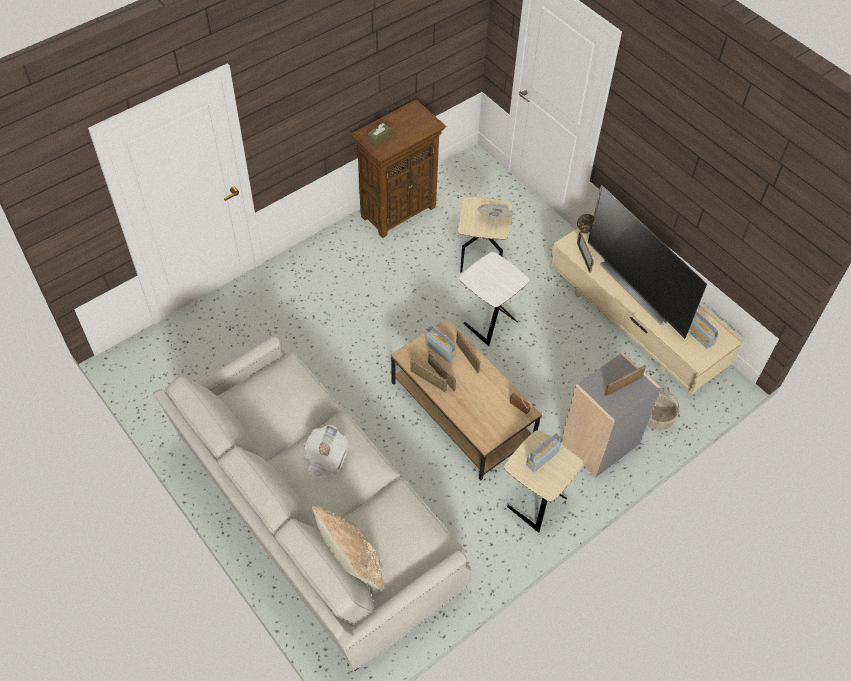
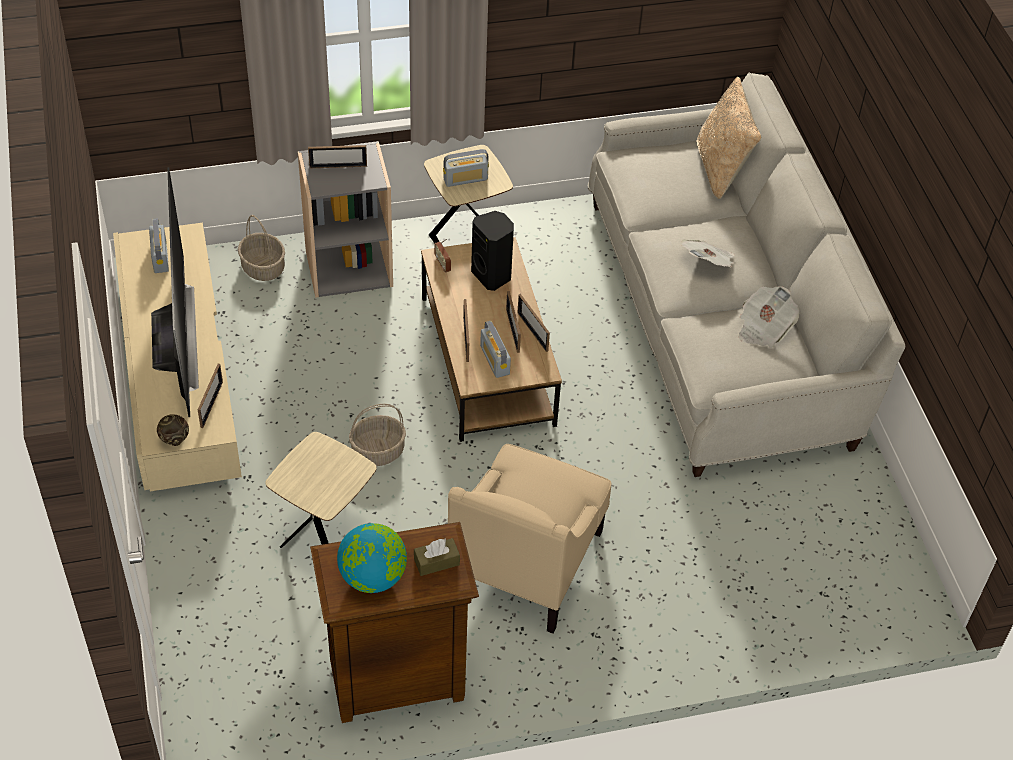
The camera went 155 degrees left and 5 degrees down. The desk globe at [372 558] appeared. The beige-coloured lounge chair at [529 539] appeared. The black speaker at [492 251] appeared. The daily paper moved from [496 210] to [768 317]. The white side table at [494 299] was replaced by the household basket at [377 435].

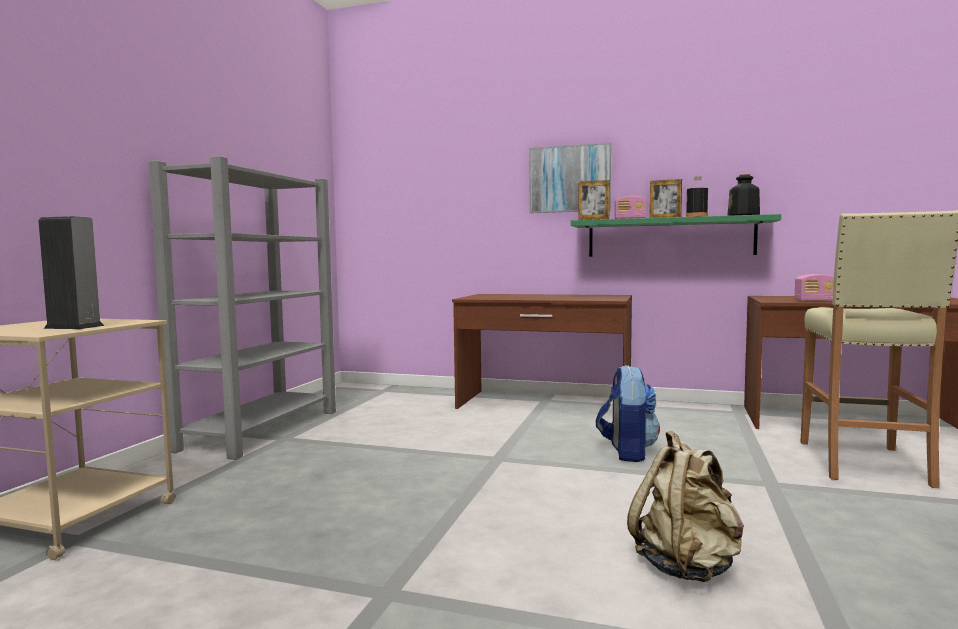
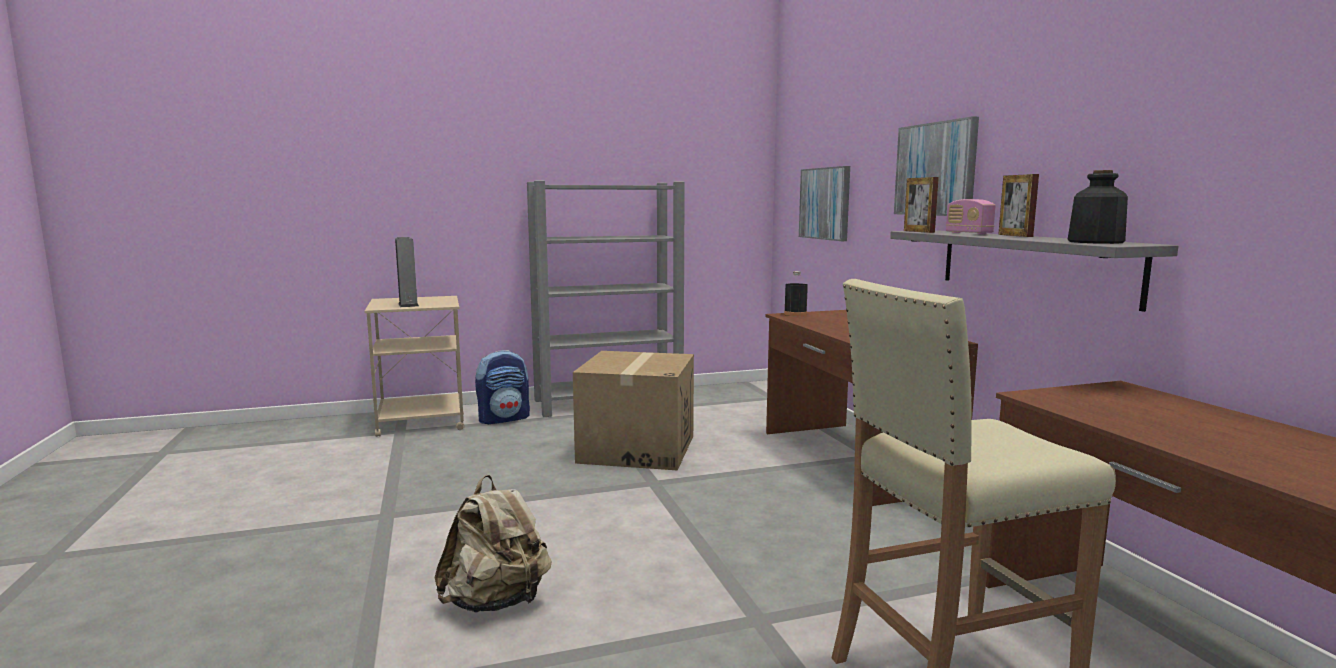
The camera went 55 degrees right and 5 degrees up. The radio receiver at [814 288] disappeared. The packing box at [633 410] appeared. The picture at [824 203] appeared. The backpack moved from [628 413] to [502 387]. The black bottle moved from [697 196] to [796 294]. The green bracket shelf at [676 235] became the gray bracket shelf at [1034 271].

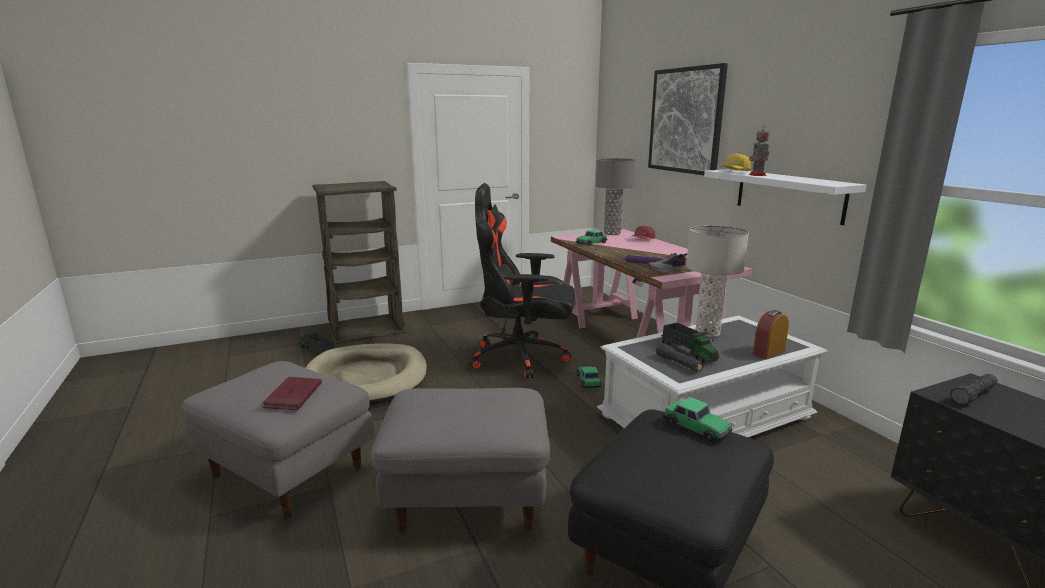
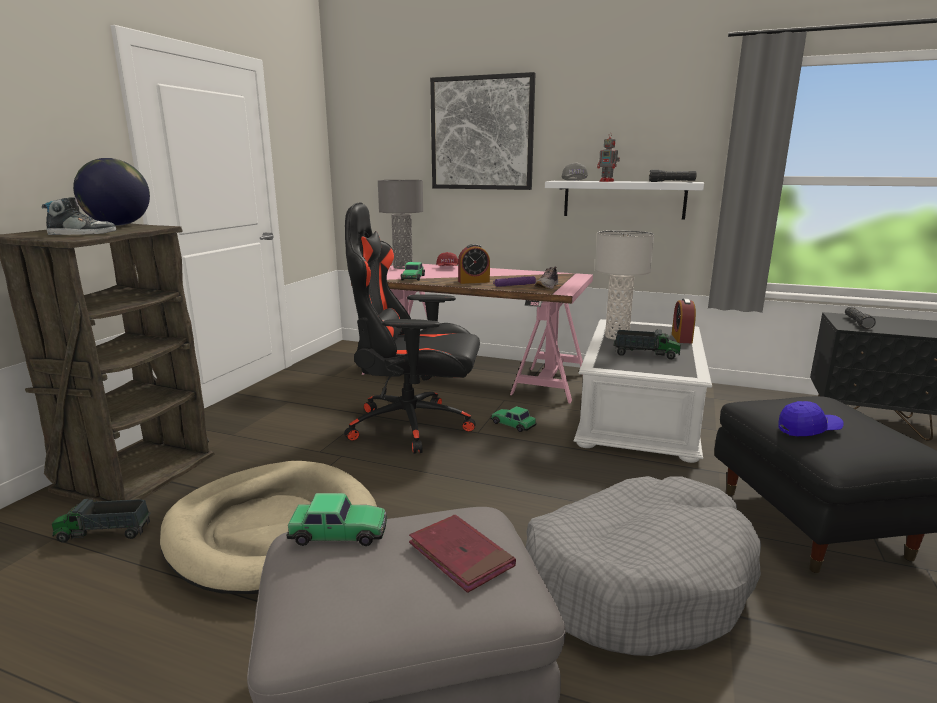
The camera went 45 degrees left and 0 degrees up. The shoe at [79 216] appeared. The desk globe at [111 192] appeared. The table clock at [474 264] appeared. The blue cap at [811 418] appeared. The black hand torch moved from [680 357] to [673 175]. The model car moved from [697 419] to [337 519]. The gray pouffe at [460 460] was replaced by the gray pet bed at [643 566]. The yellow-coloured cap at [735 162] became the gray cap at [575 171]. The black desk chair at [522 280] turned 45 degrees clockwise.

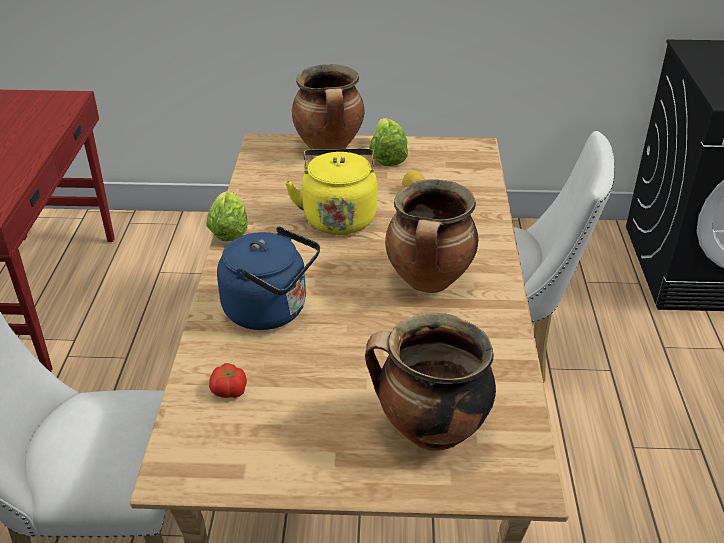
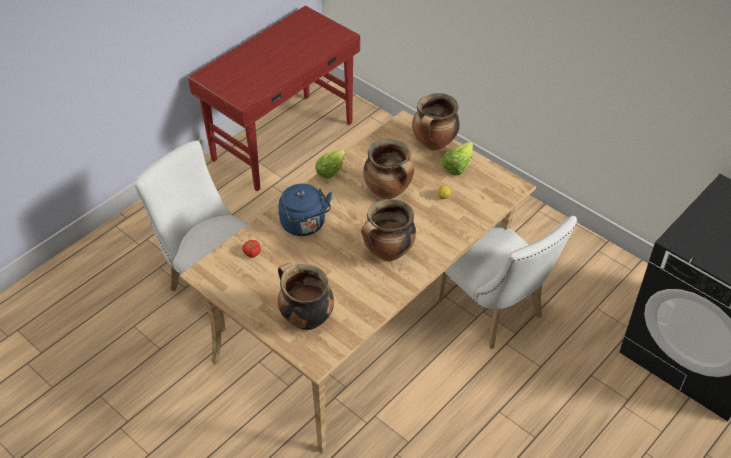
The camera went 40 degrees right and 10 degrees up. The yellow-coloured tea kettle at [331 192] was replaced by the cooking pot at [388 169].

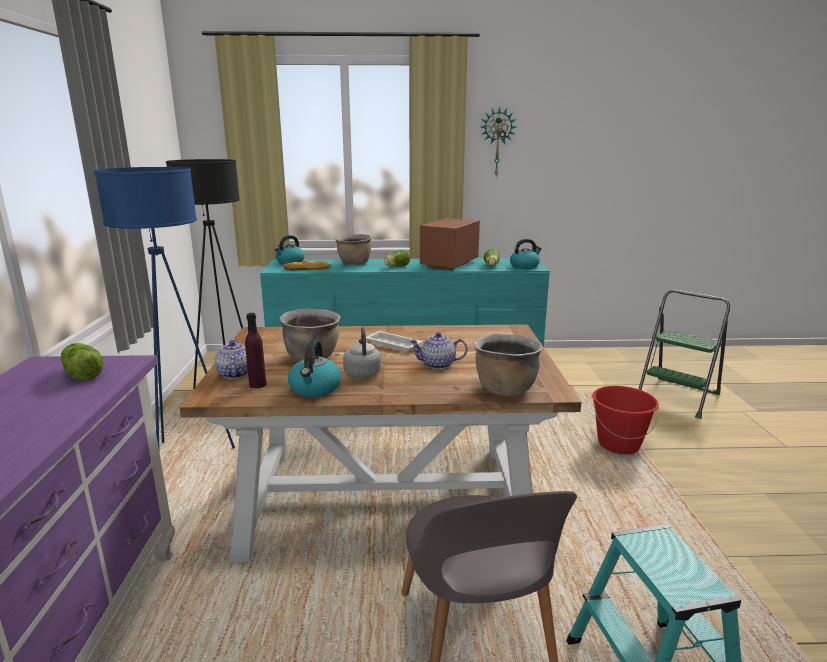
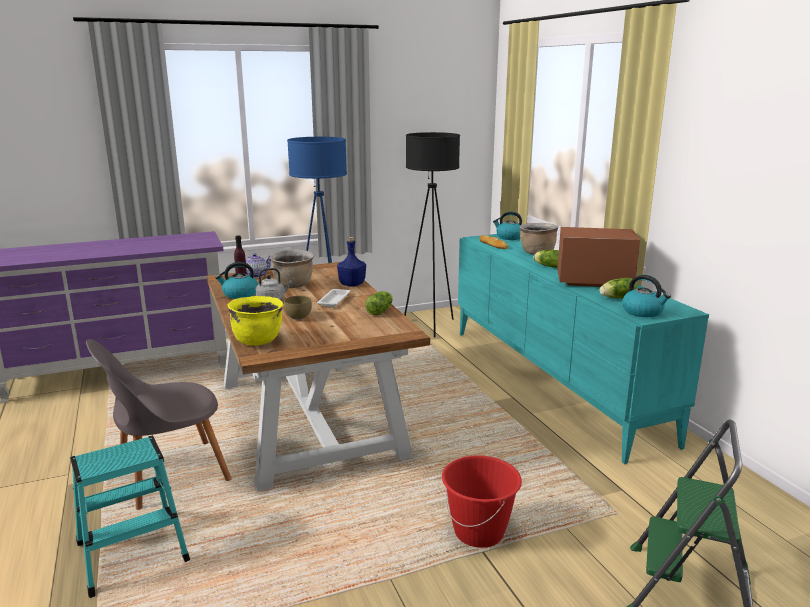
The camera went 70 degrees right and 0 degrees up. The hanging clock at [498 142] disappeared. The blue bottle at [351 262] appeared. The head of lettuce moved from [82 362] to [379 303]. The pot for tea at [438 350] was replaced by the brown-coloured serving bowl at [298 308]. The brown-coloured cooking pot at [508 365] became the yellow-coloured cooking pot at [255 321].

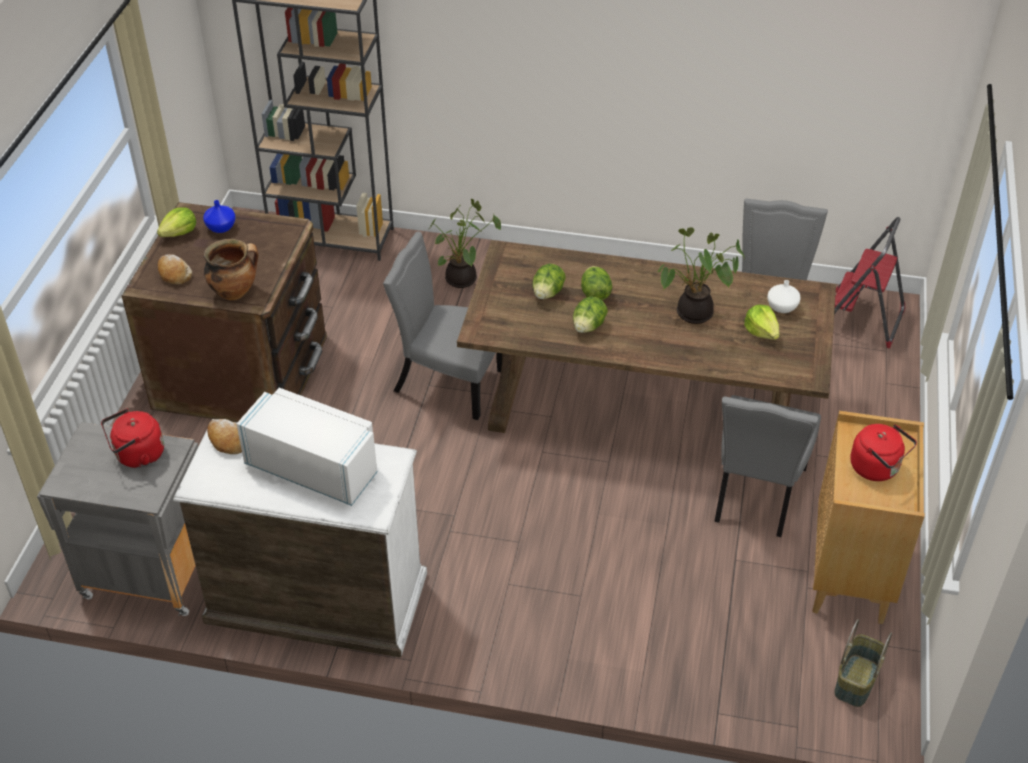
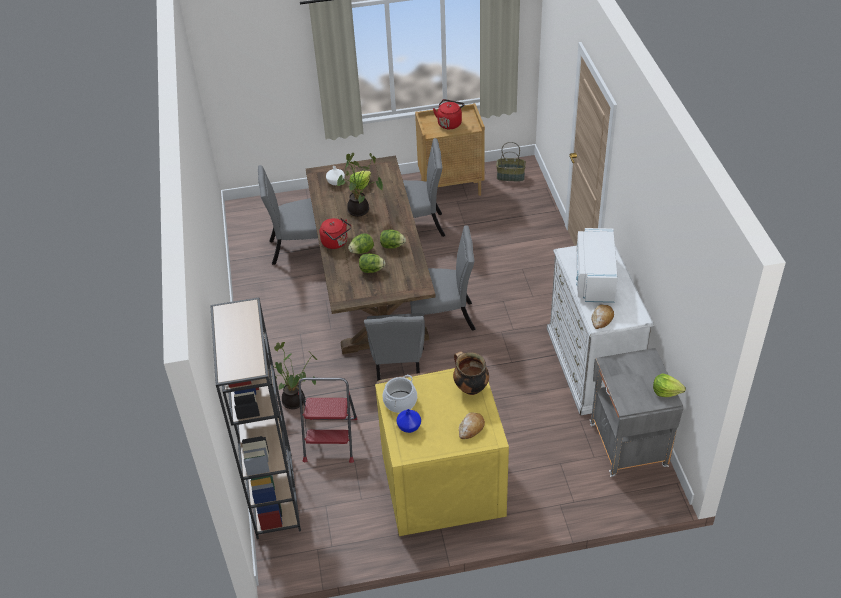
The camera went 110 degrees left and 0 degrees up. The cooking pot at [400 394] appeared. The gray plain chair at [443 278] appeared. The red tea kettle moved from [132 438] to [335 233]. The head of lettuce moved from [176 222] to [669 385]. The red step ladder moved from [870 282] to [327 420]. The brown-coloured drawer chest at [224 312] became the yellow-coloured drawer chest at [442 451].

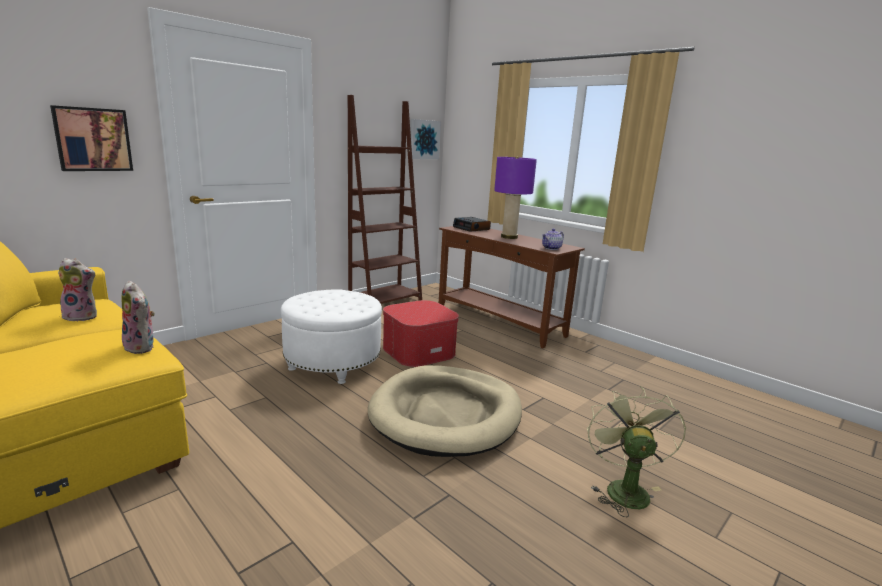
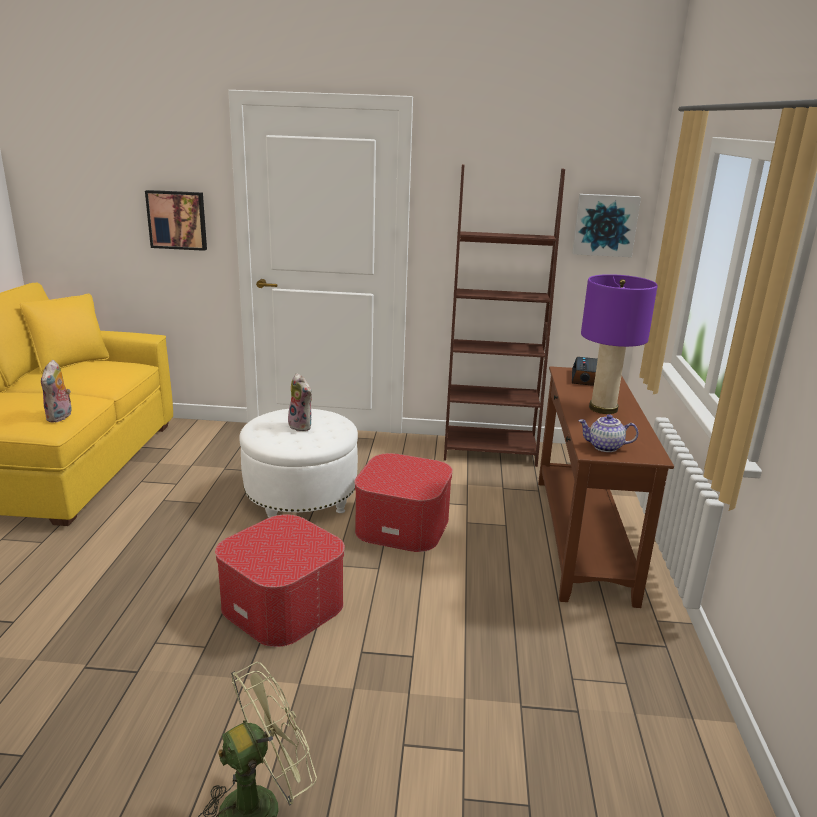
The camera went 50 degrees right and 5 degrees up. The soft toy moved from [77 289] to [300 402]. The beige-coloured pet bed at [445 411] was replaced by the pouffe at [280 580].

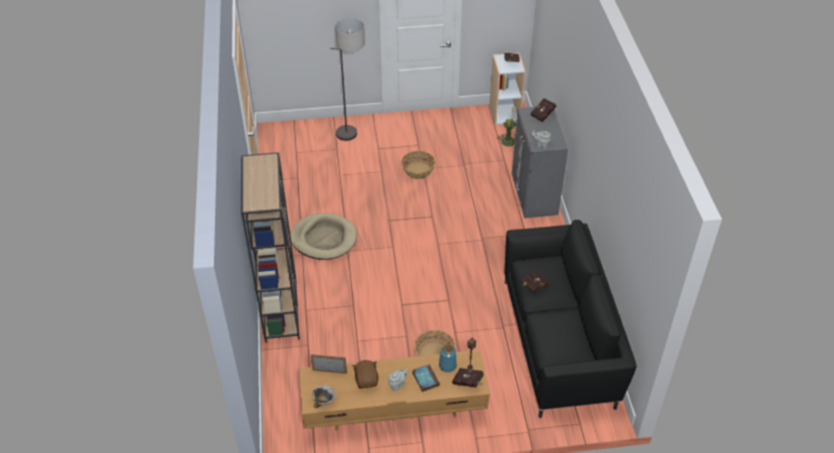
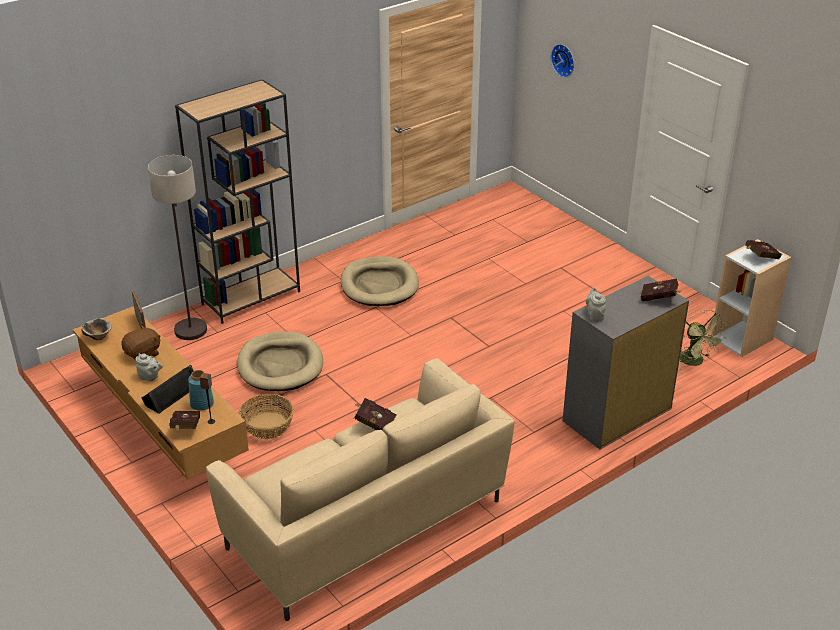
The camera went 60 degrees right and 10 degrees down. The household basket at [418 165] disappeared. The beige-coloured pet bed at [280 361] appeared. The hanging clock at [562 61] appeared. The gray floor lamp moved from [347 79] to [177 247]. The book at [426 378] was replaced by the black speaker at [167 389]. The black couch at [570 319] became the beige-coloured couch at [360 489].

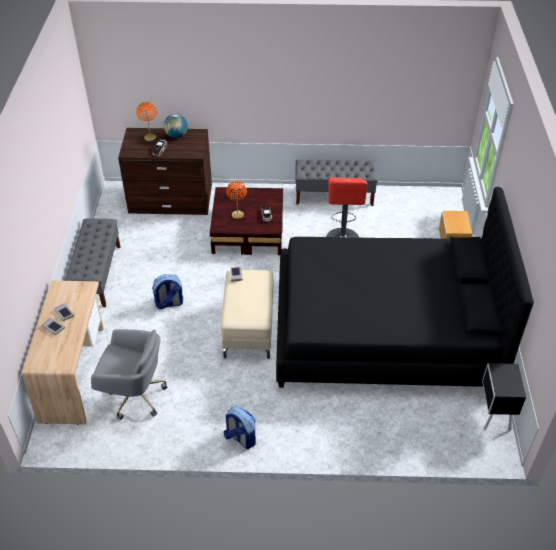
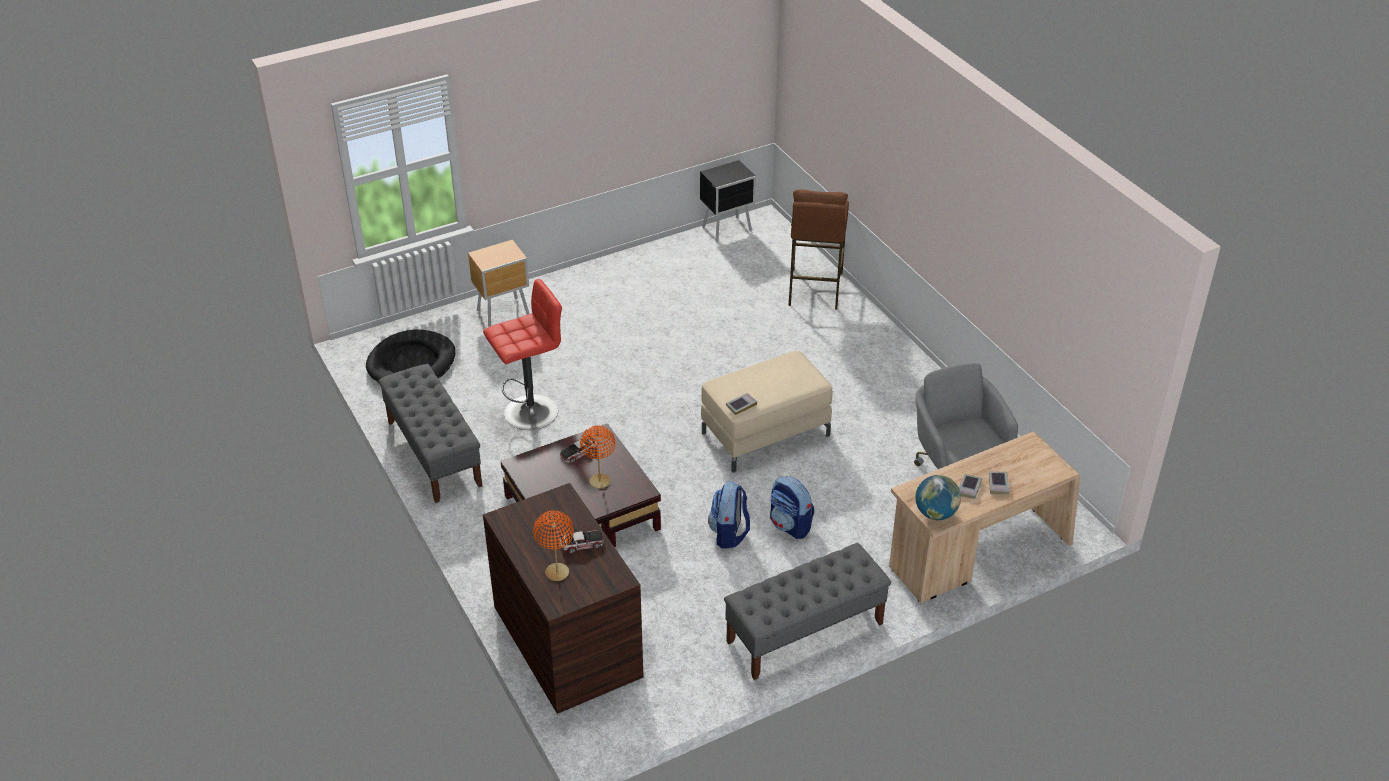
The camera went 120 degrees left and 5 degrees down. The black sleeping bed at [405 287] disappeared. The black pet bed at [410 356] appeared. The brown-coloured stool at [819 249] appeared. The desk globe moved from [176 126] to [938 497]. The backpack moved from [239 427] to [729 514].

